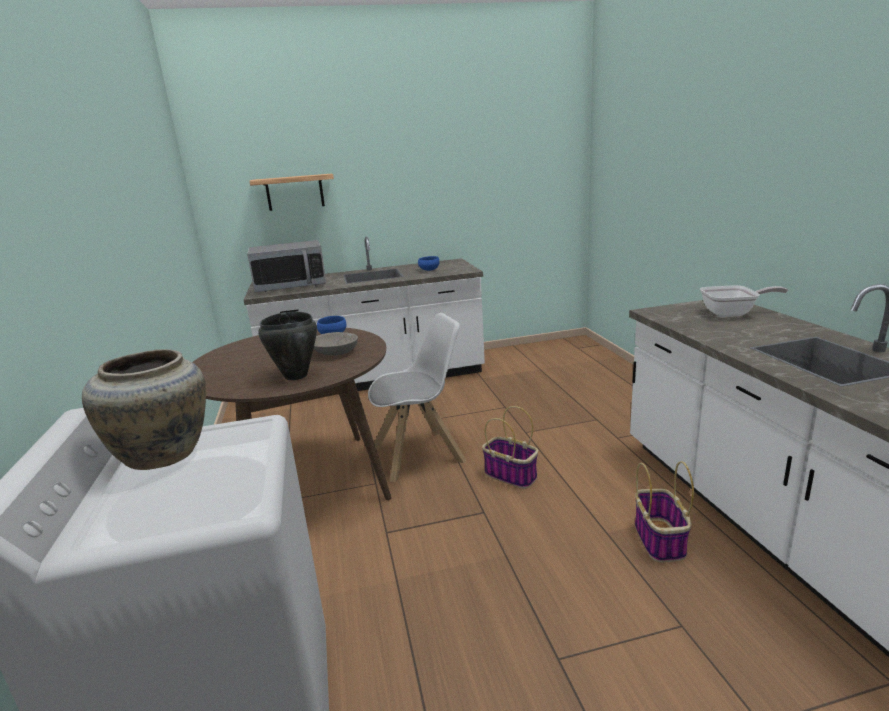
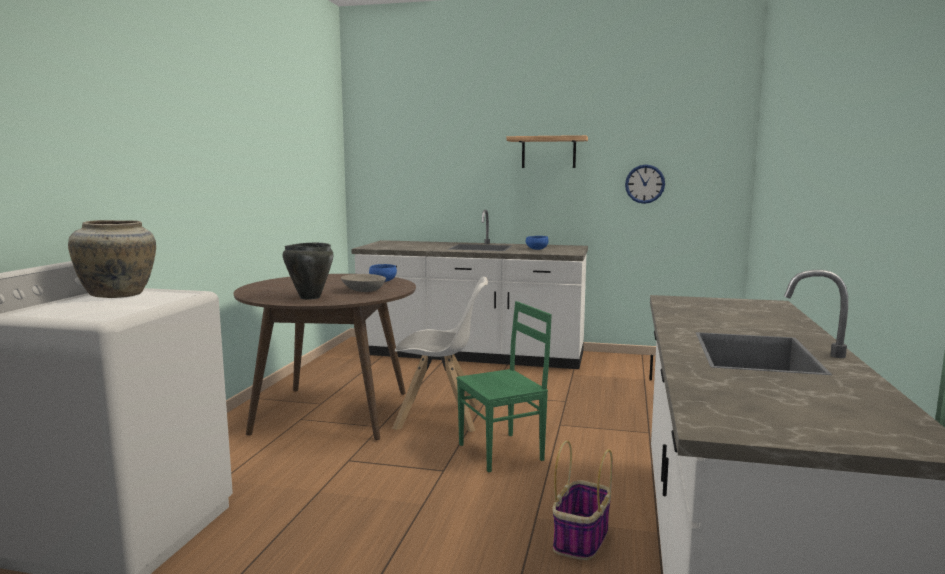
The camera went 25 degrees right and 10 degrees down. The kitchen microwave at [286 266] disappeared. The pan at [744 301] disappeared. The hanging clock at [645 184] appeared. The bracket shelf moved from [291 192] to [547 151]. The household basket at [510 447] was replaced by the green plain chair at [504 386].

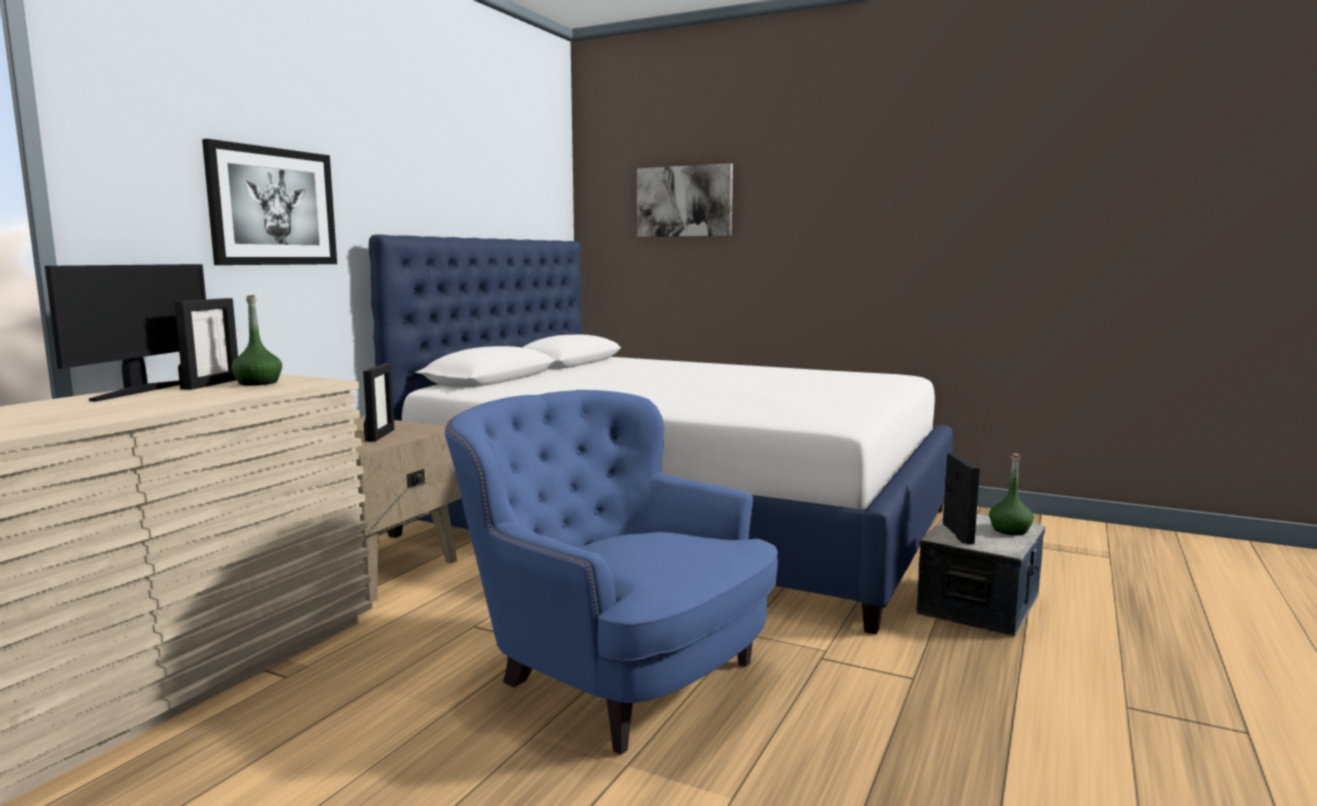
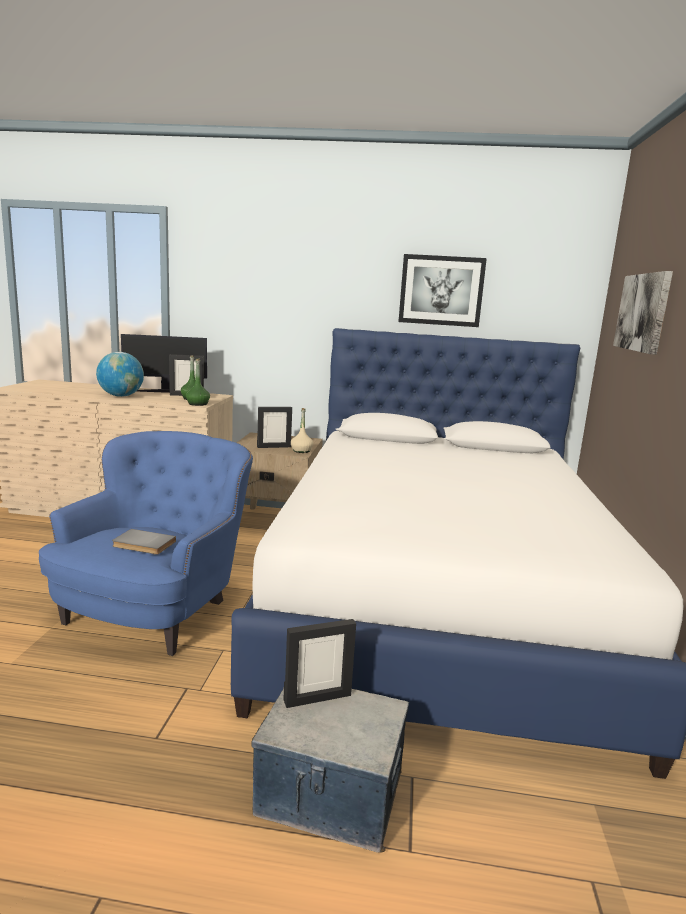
The camera went 70 degrees right and 5 degrees up. The desk globe at [120 374] appeared. The gray book at [144 542] appeared. The beige-coloured bottle at [302 430] appeared. The picture moved from [269 202] to [442 290]. The green bottle moved from [1011 494] to [198 382].

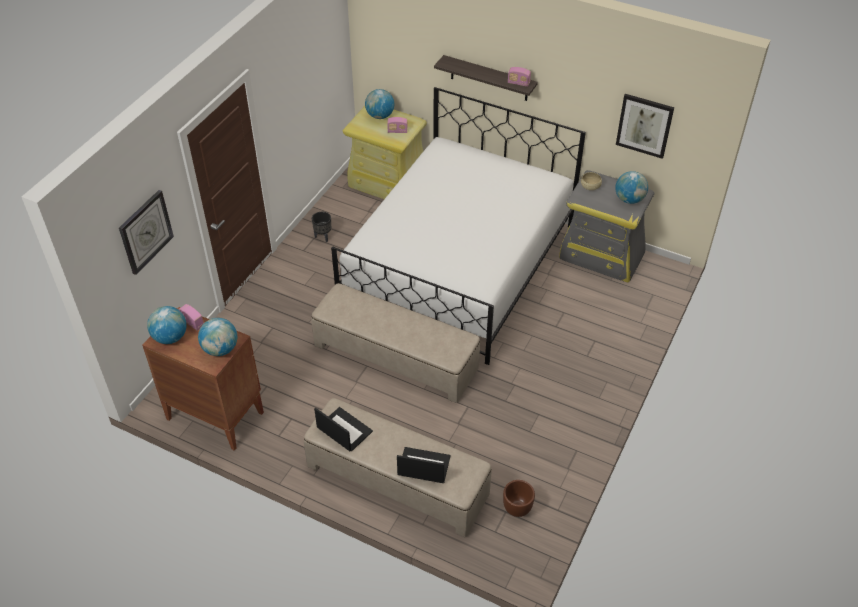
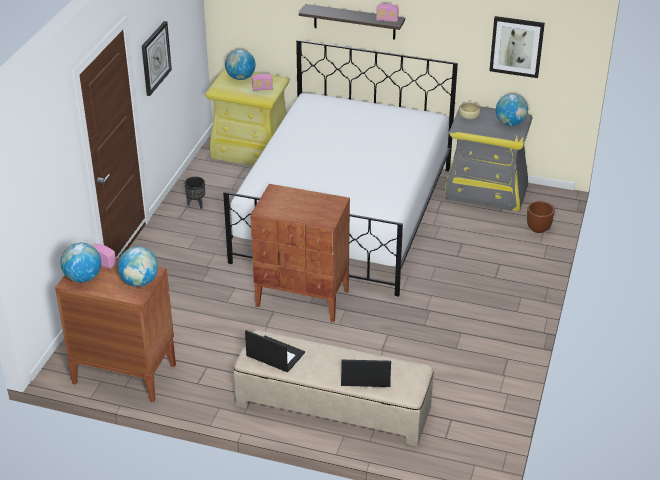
The camera went 10 degrees left and 10 degrees down. The hanging clock moved from [146 232] to [157 58]. The brown-coloured planter moved from [519 498] to [541 217]. The beige-coloured indoor bench at [395 343] was replaced by the brown-coloured drawer chest at [300 253].

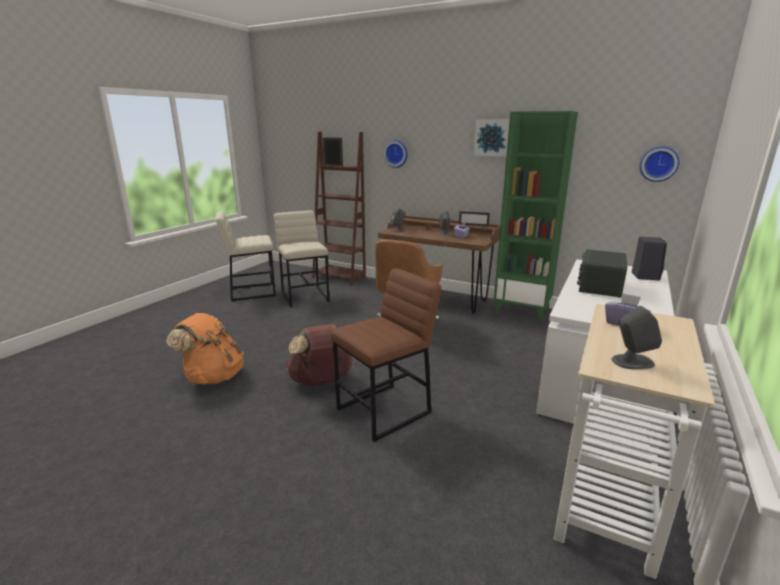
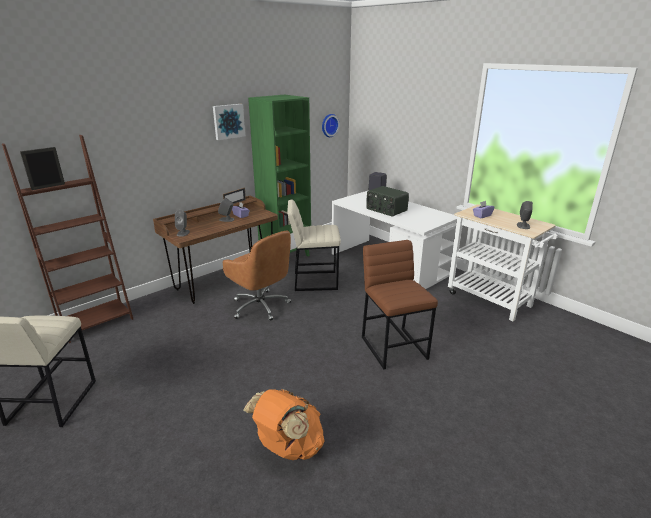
The camera went 70 degrees left and 5 degrees up. The brown-coloured backpack at [319 355] disappeared. The hanging clock at [396 154] disappeared. The beige-coloured plain chair moved from [302 259] to [314 245].

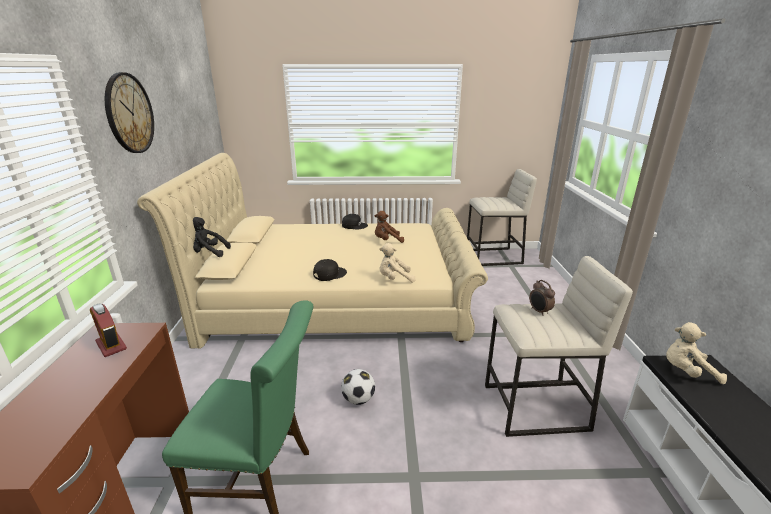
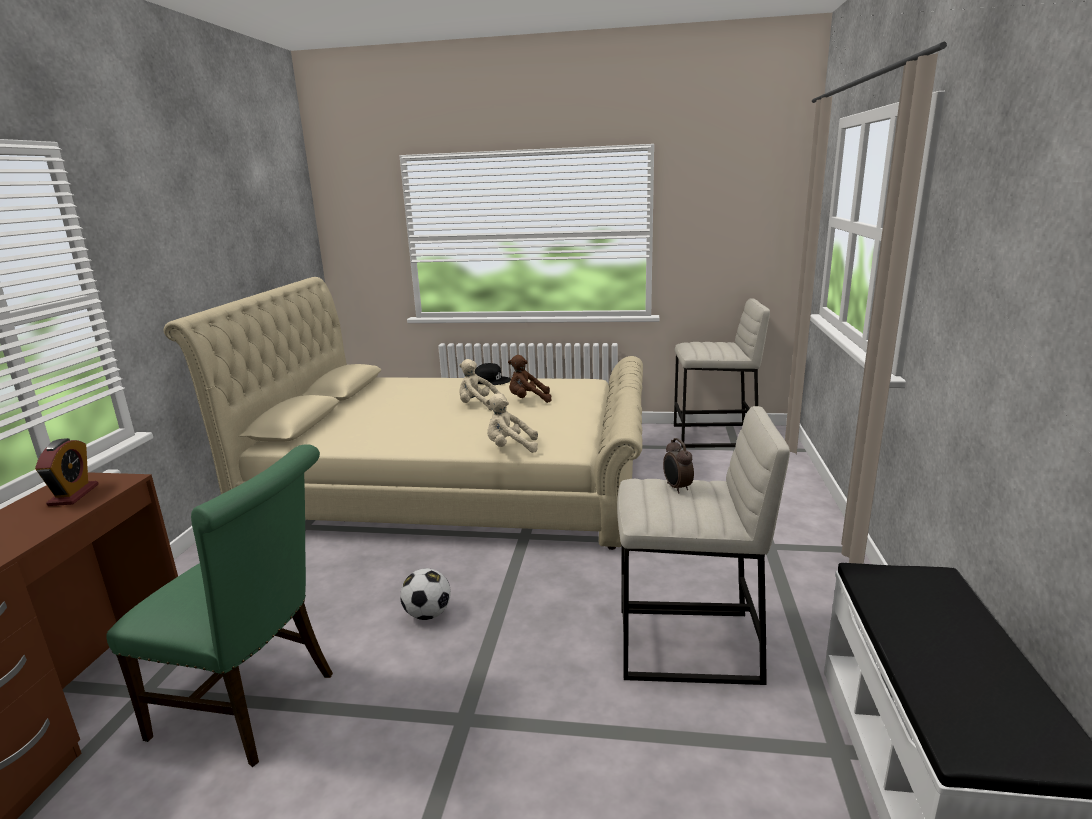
The camera went 10 degrees right and 5 degrees down. The hanging clock at [129 112] disappeared. The black soft toy at [212 237] disappeared. The black cap at [330 270] disappeared. The beige-coloured soft toy moved from [696 353] to [481 384]. The table clock at [108 330] turned 150 degrees counterclockwise.

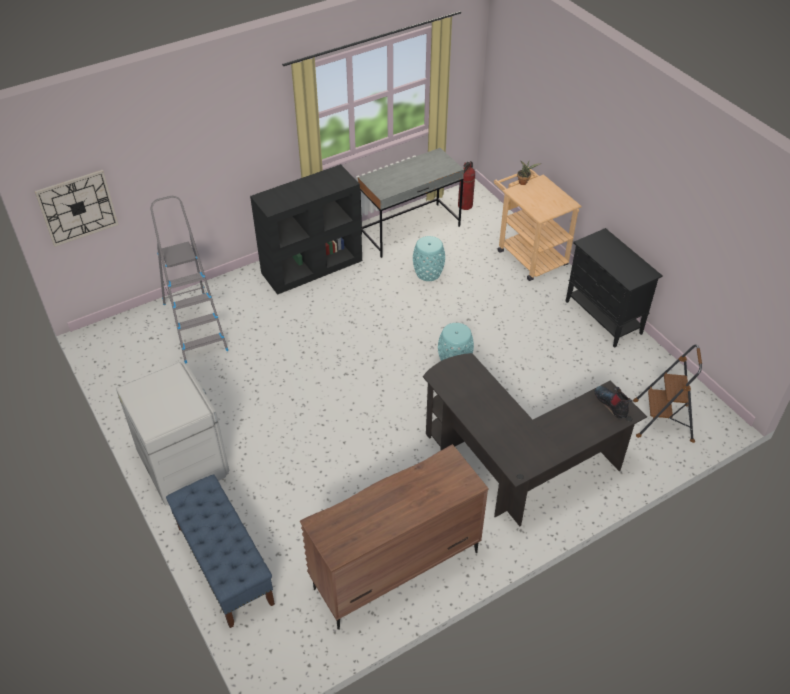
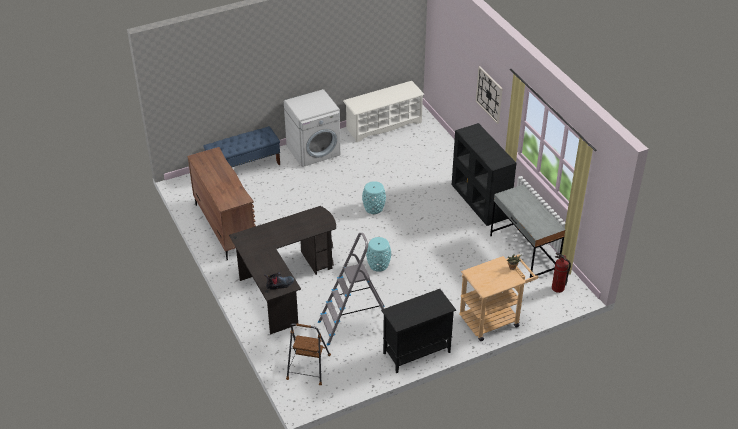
The camera went 95 degrees right and 5 degrees down. The white shoe rack at [384 111] appeared. The hanging clock moved from [76 208] to [489 95]. The gray step ladder moved from [189 280] to [351 289]. The turquoise stool moved from [429 258] to [374 197].

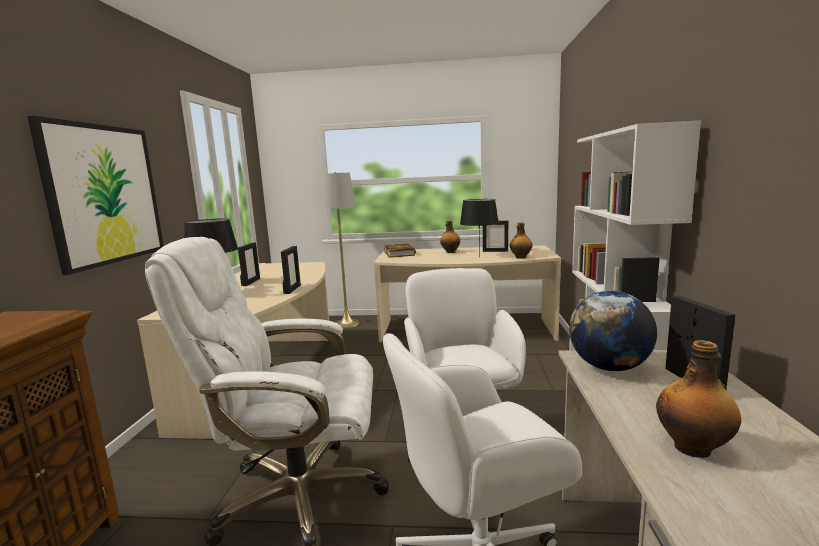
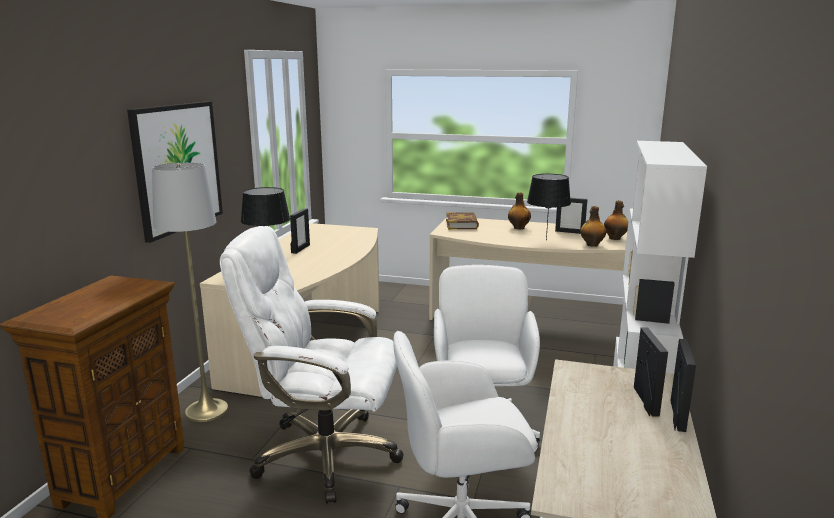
The camera went 10 degrees right and 5 degrees up. The desk globe at [613 331] disappeared. The picture frame moved from [291 270] to [683 385]. The gray floor lamp moved from [340 250] to [190 292]. The bottle moved from [699 399] to [616 220].

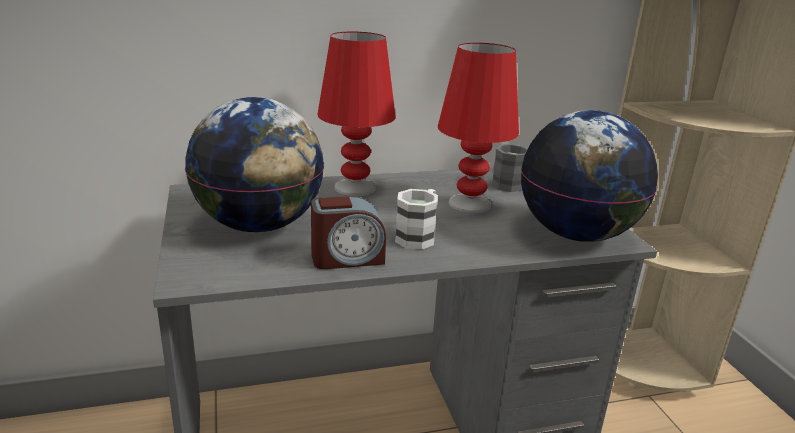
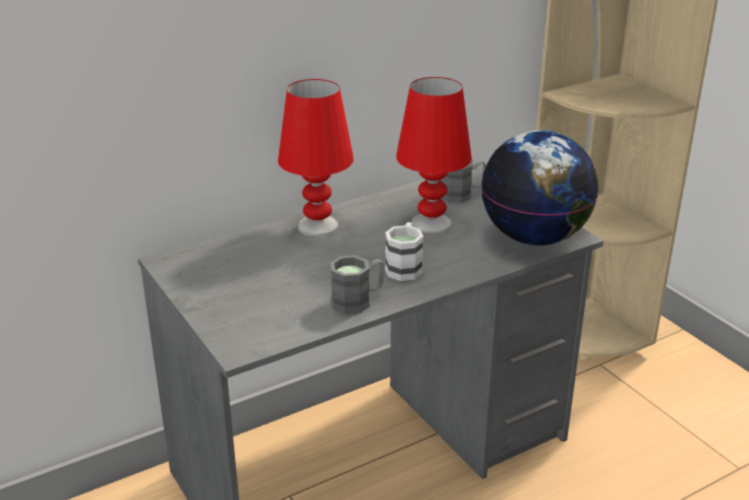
The camera went 15 degrees left and 5 degrees up. The desk globe at [254 164] disappeared. The table clock at [348 232] was replaced by the gray mug at [357 284].

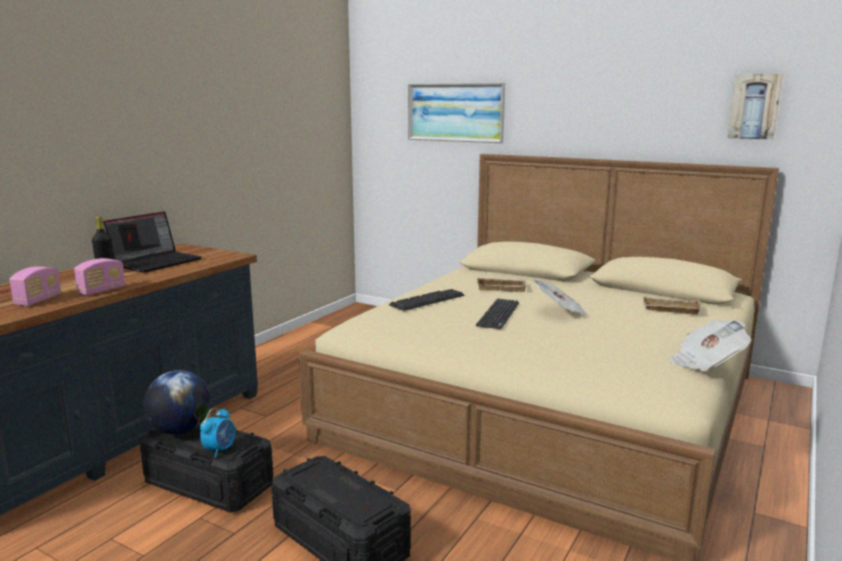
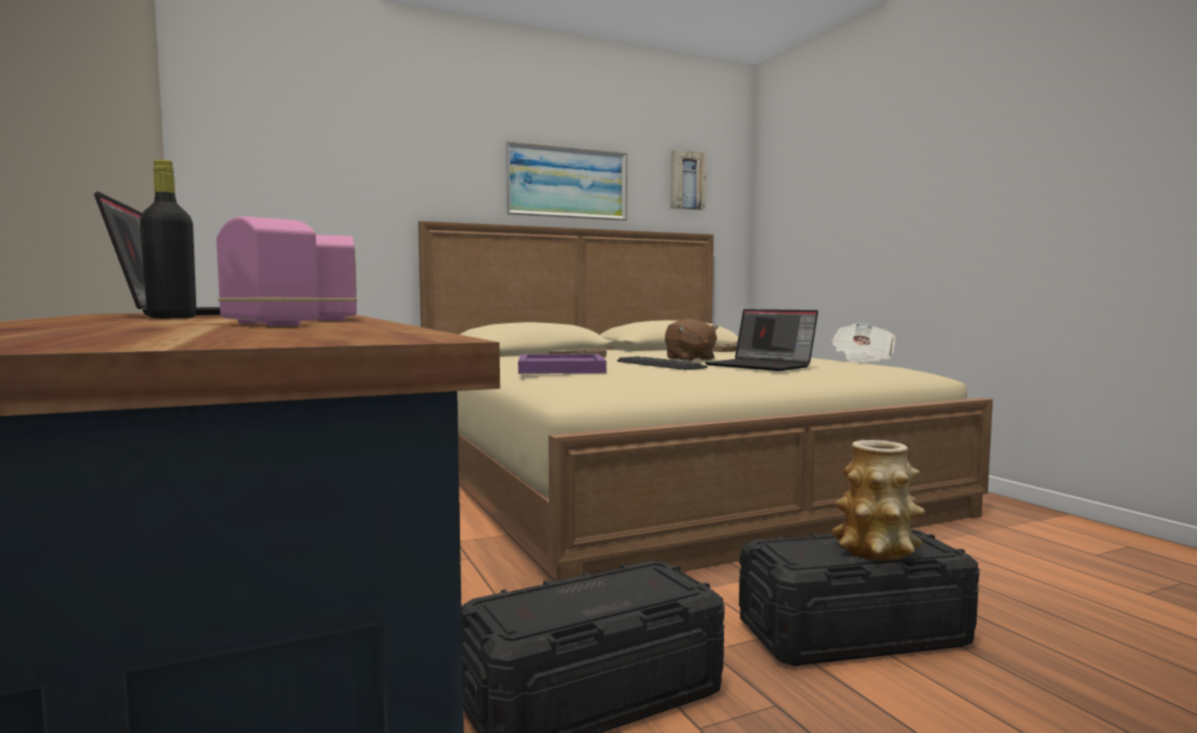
The camera went 55 degrees left and 10 degrees down. The desk globe at [177 402] disappeared. The table clock at [217 433] disappeared. The portable computer at [761 340] appeared. The vase at [878 500] appeared. The picture moved from [456 113] to [566 181]. The PC keyboard at [426 300] was replaced by the purple-coloured serving tray at [562 364]. The daily paper at [561 298] was replaced by the brown-coloured soft toy at [692 340].

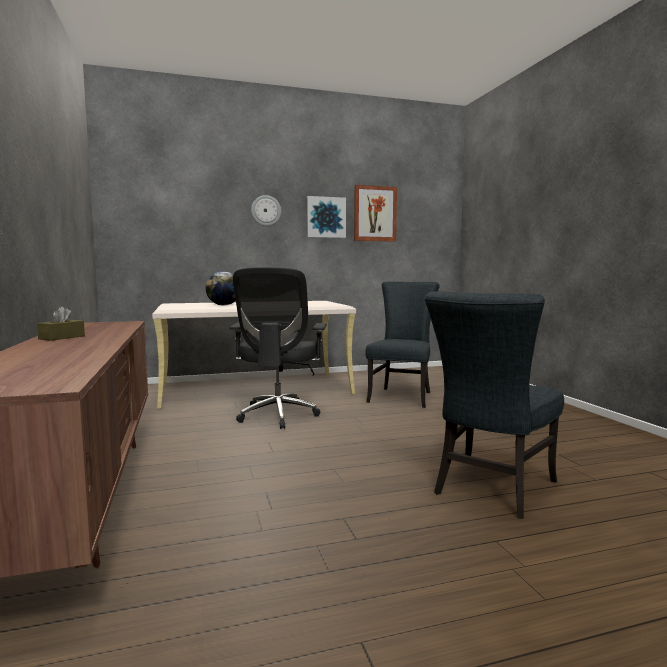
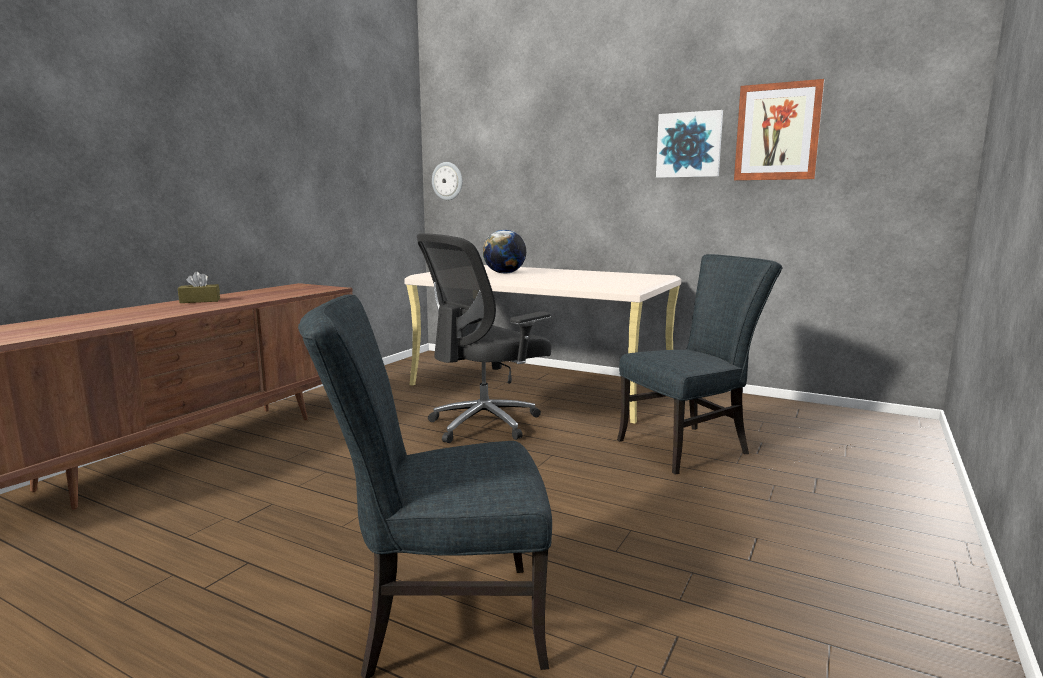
The camera went 45 degrees right and 5 degrees up. The hanging clock moved from [266 210] to [447 181].

